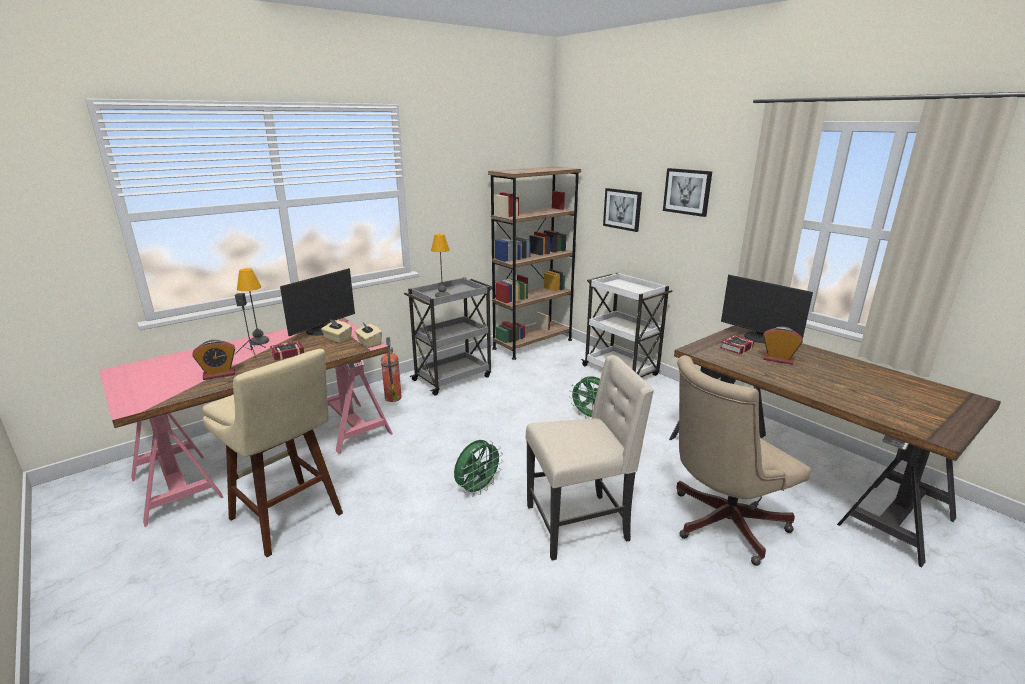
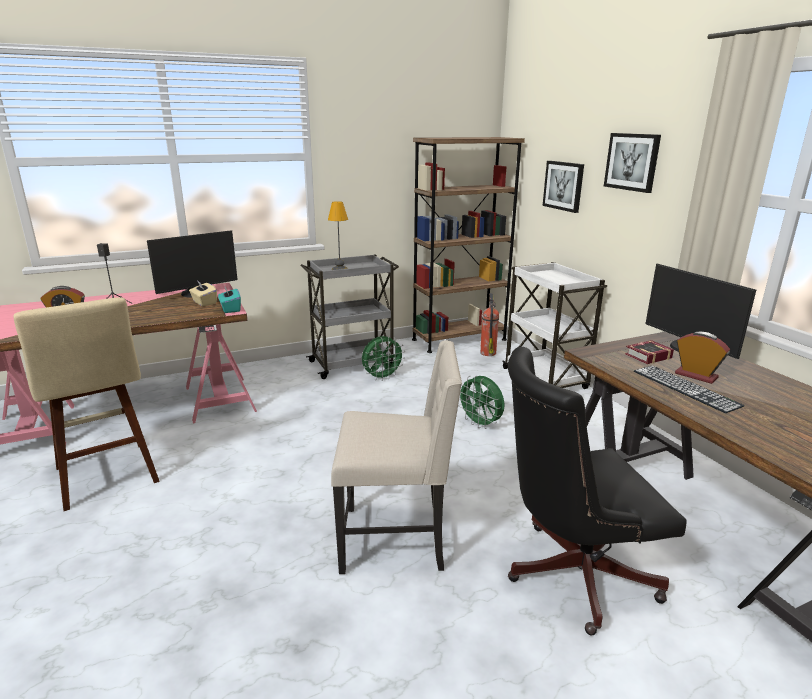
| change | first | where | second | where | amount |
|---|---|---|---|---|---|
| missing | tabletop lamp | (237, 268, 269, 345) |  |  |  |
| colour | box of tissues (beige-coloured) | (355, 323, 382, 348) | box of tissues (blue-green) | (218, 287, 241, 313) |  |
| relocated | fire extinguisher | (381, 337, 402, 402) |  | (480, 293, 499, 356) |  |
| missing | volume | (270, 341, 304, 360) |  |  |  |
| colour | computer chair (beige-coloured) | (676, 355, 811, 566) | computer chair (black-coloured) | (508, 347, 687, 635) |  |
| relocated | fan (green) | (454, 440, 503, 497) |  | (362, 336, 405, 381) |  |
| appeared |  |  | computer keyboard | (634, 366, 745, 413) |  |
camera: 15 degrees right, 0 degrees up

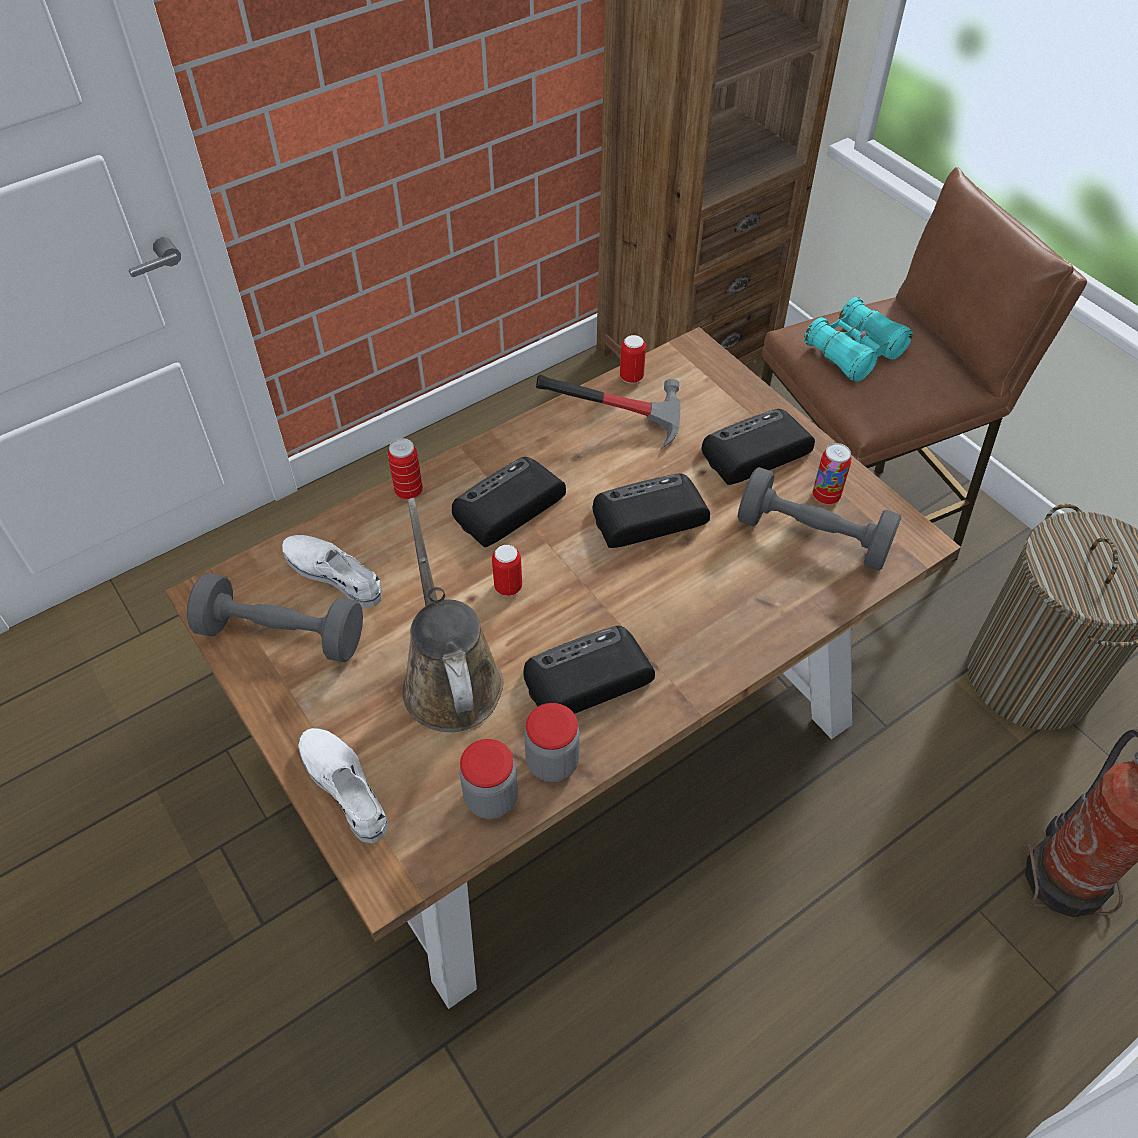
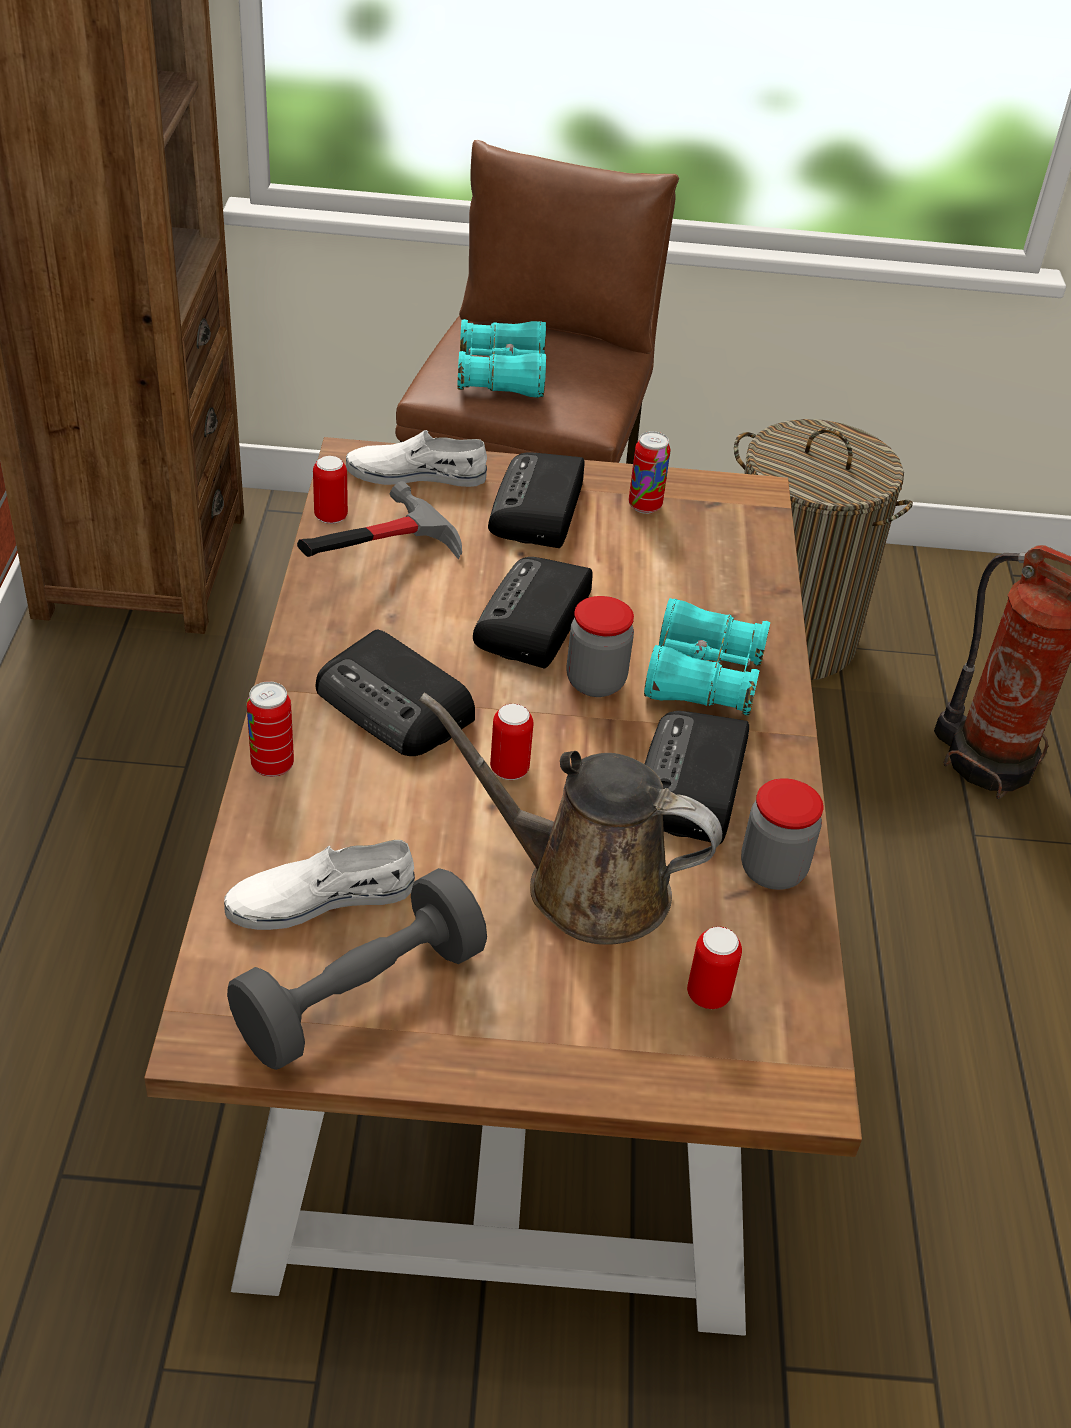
| change | first | where | second | where | amount |
|---|---|---|---|---|---|
| spun | radio receiver | (452, 457, 566, 547) |  | (316, 630, 475, 756) | 45 degrees counterclockwise |
| missing | dumbbell (greyish) | (738, 467, 902, 571) |  |  |  |
| relocated | shoe (white) | (298, 728, 388, 844) |  | (346, 430, 487, 487) |  |
| relocated | preserve jar | (459, 739, 518, 819) |  | (566, 596, 634, 697) |  |
| appeared |  |  | binoculars (blue-green) | (644, 598, 770, 715) |  |
| appeared |  |  | can | (687, 927, 742, 1009) |  |
camera: 55 degrees left, 10 degrees down

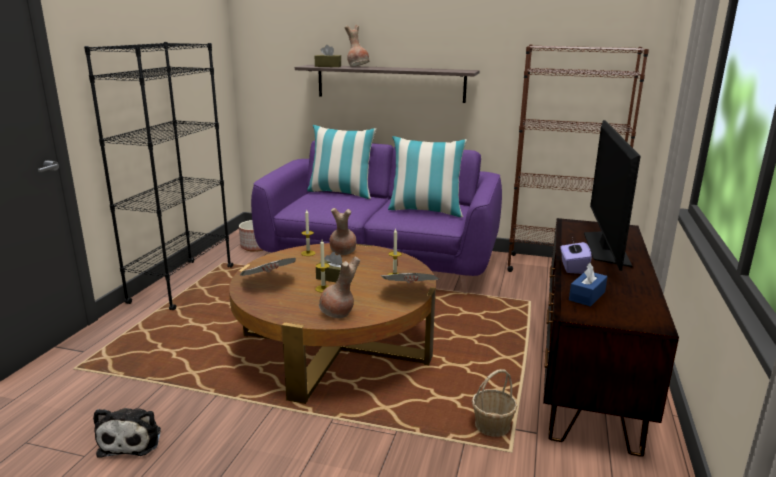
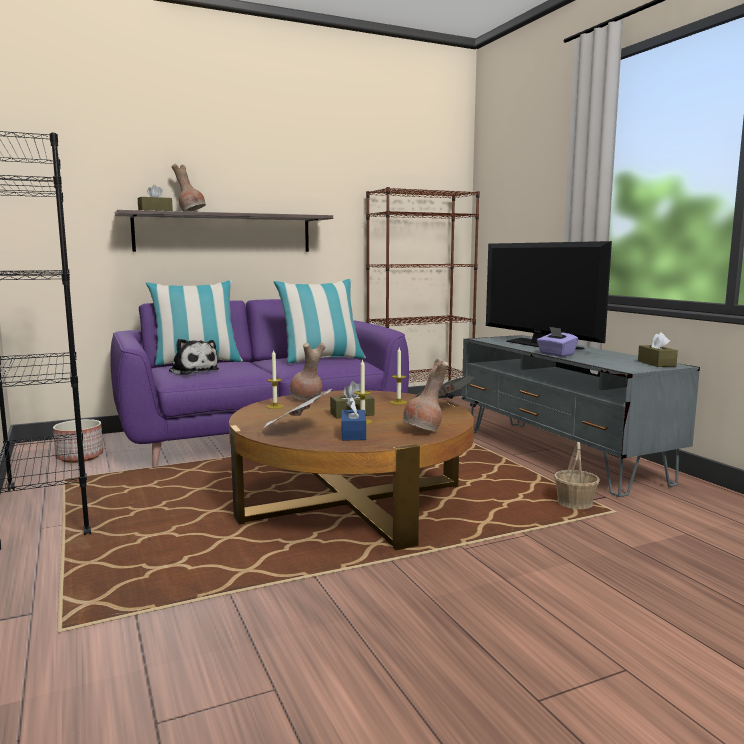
| change | first | where | second | where | amount |
|---|---|---|---|---|---|
| colour | tv stand (brown) | (543, 218, 679, 457) | tv stand (greyish) | (462, 335, 700, 497) |  |
| relocated | box of tissues (bluish) | (569, 263, 608, 307) |  | (342, 396, 366, 440) |  |
| relocated | cuddly toy | (93, 408, 161, 457) |  | (169, 339, 219, 375) |  |
| appeared |  |  | box of tissues (brown) | (638, 332, 678, 367) |  |
camera: 40 degrees left, 10 degrees down

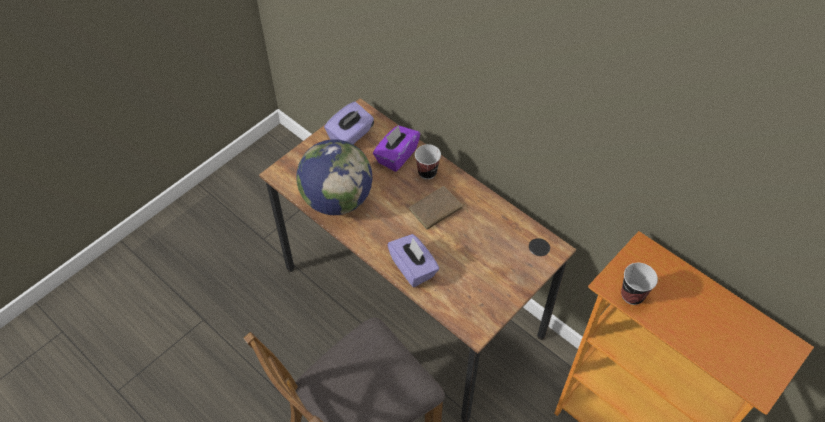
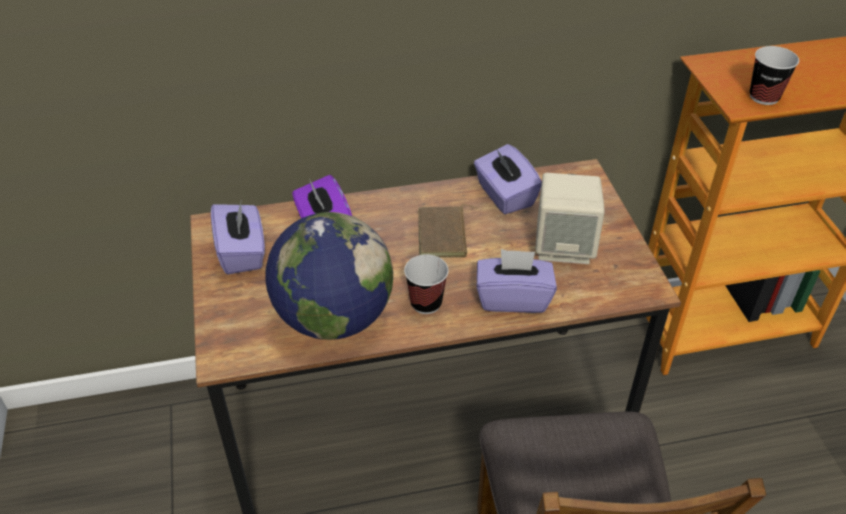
| change | first | where | second | where | amount |
|---|---|---|---|---|---|
| relocated | cup | (415, 144, 441, 179) |  | (404, 255, 449, 314) |  |
| appeared |  |  | box of tissues (purple) | (474, 144, 542, 214) |  |
| appeared |  |  | loudspeaker (beige-coloured) | (536, 173, 605, 264) |  |
camera: 55 degrees left, 10 degrees down

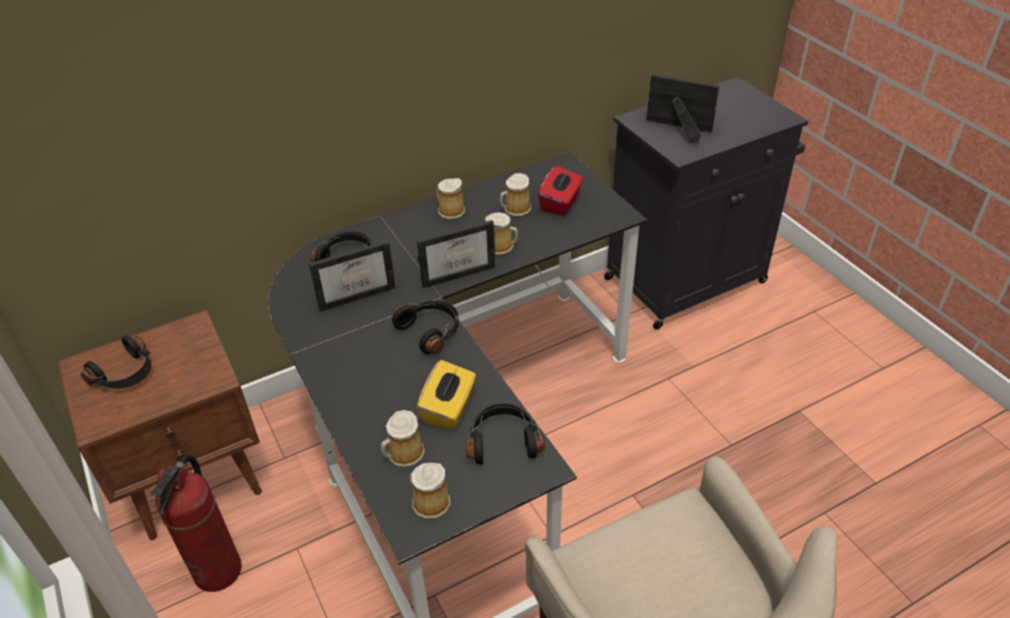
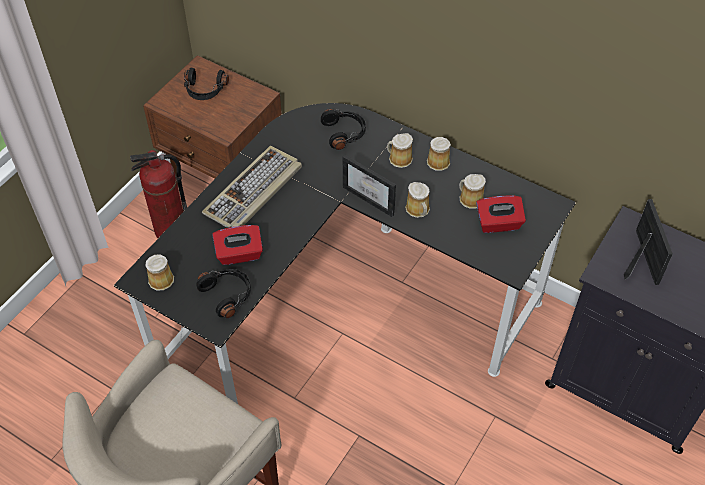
| change | first | where | second | where | amount |
|---|---|---|---|---|---|
| missing | picture frame | (309, 240, 396, 312) |  |  |  |
| missing | pair of headphones (black-coloured) | (392, 301, 459, 354) |  |  |  |
| colour | box of tissues (yellow) | (417, 360, 476, 430) | box of tissues (red) | (213, 225, 263, 265) |  |
| relocated | mug | (381, 410, 425, 467) |  | (387, 133, 413, 168) |  |
| appeared |  |  | computer keyboard | (202, 146, 302, 228) |  |
camera: 60 degrees right, 10 degrees up

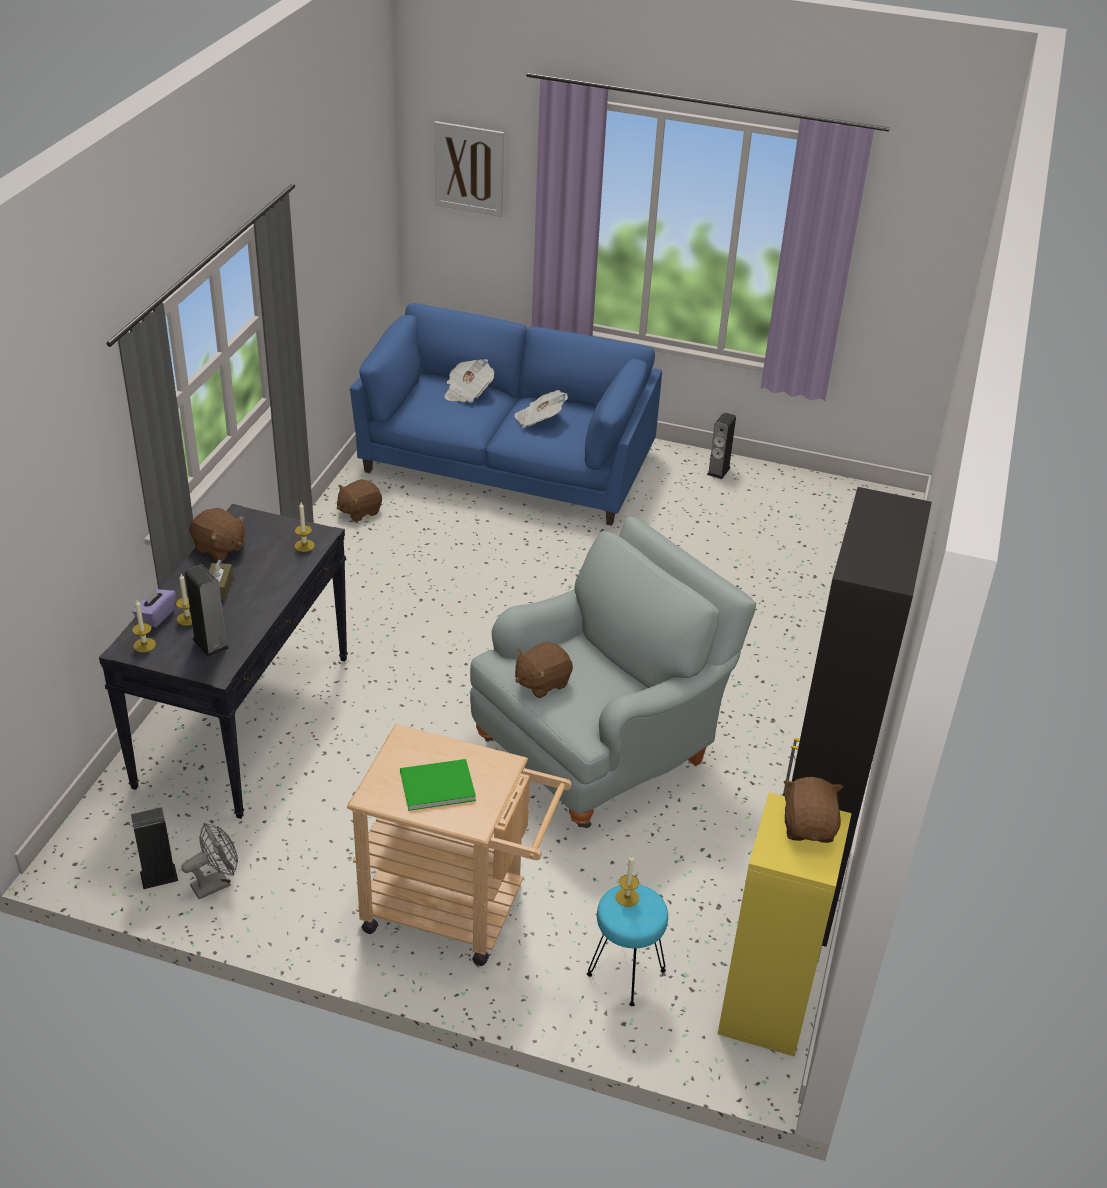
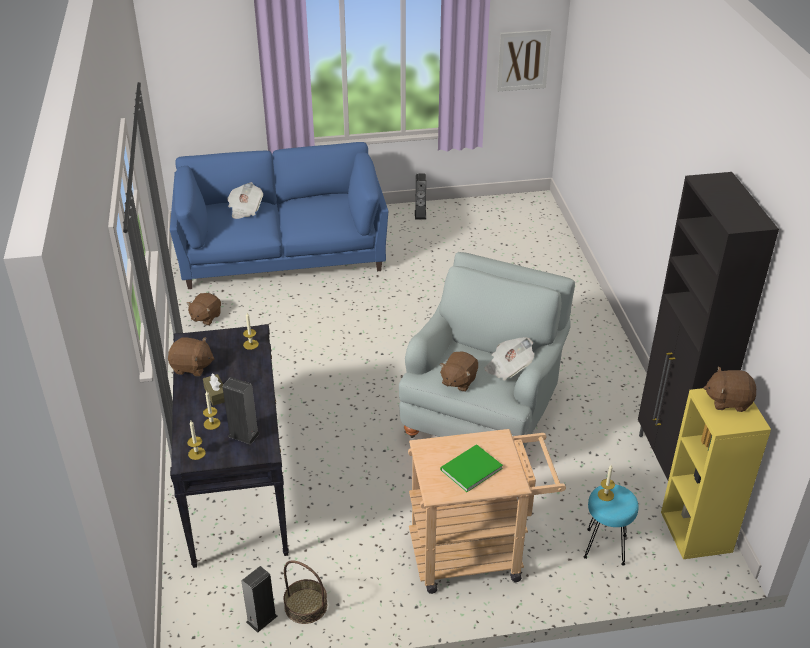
| change | first | where | second | where | amount |
|---|---|---|---|---|---|
| relocated | picture | (434, 121, 504, 217) |  | (497, 30, 551, 92) |  |
| relocated | newspaper | (514, 390, 568, 427) |  | (485, 337, 534, 380) |  |
| missing | box of tissues (purple) | (132, 585, 176, 628) |  |  |  |
| spun | cuddly toy (brown) | (784, 777, 843, 843) |  | (704, 366, 756, 412) | 60 degrees counterclockwise |
| exchanged | fan (greyish) | (181, 823, 238, 899) | basket | (284, 560, 327, 624) |  |
camera: 25 degrees left, 0 degrees up

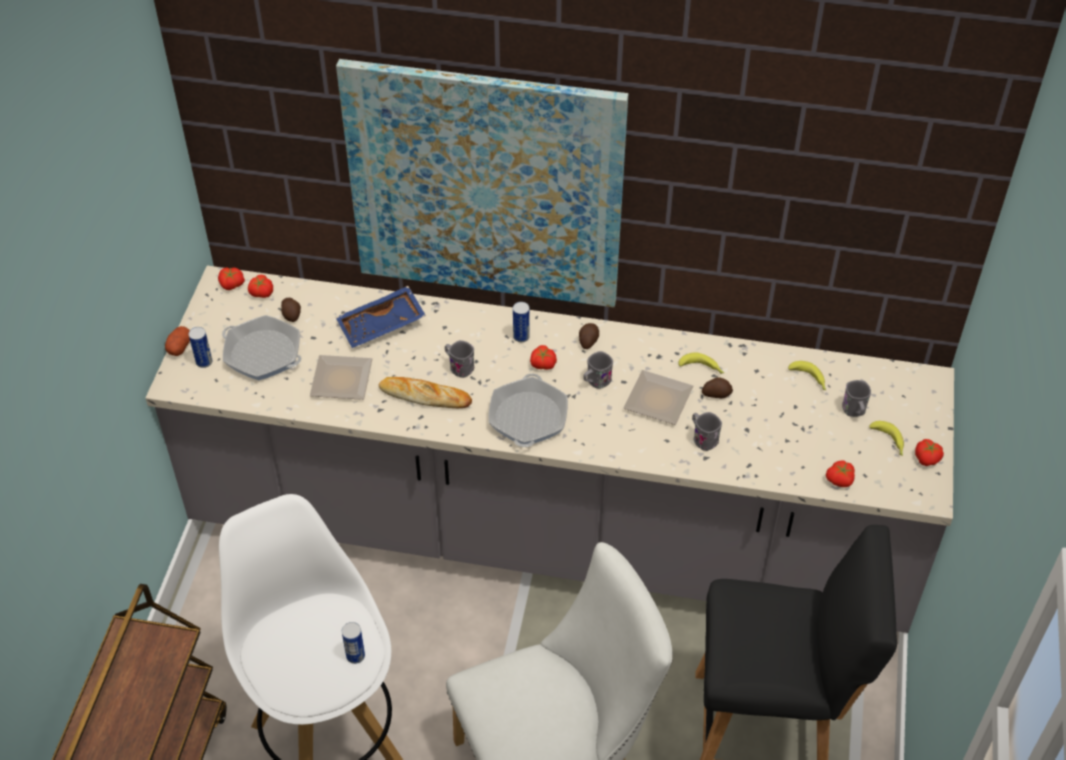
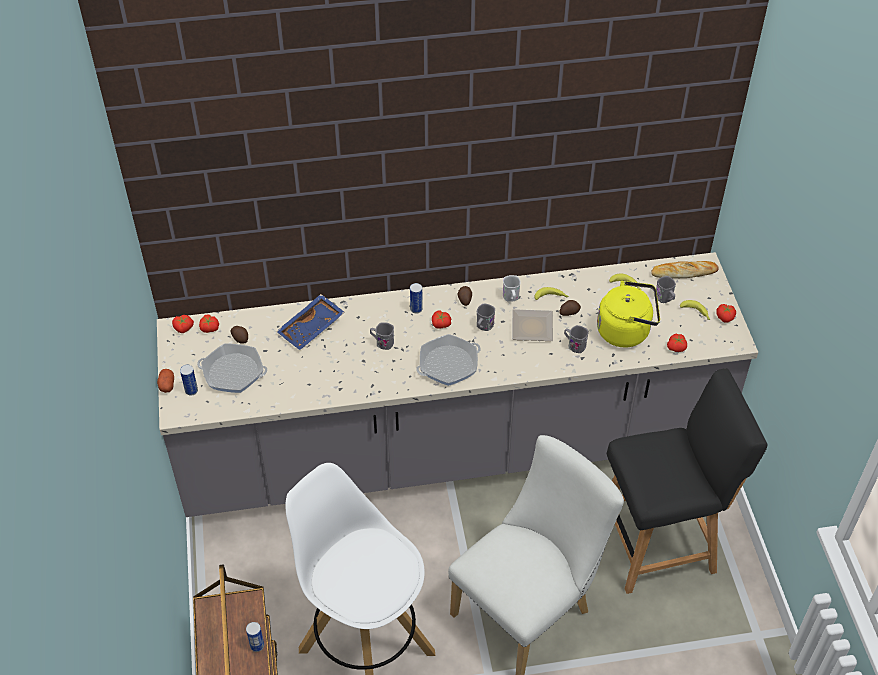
| change | first | where | second | where | amount |
|---|---|---|---|---|---|
| missing | picture | (336, 59, 628, 307) |  |  |  |
| missing | flat dish | (310, 355, 372, 400) |  |  |  |
| spun | pan | (489, 373, 568, 447) |  | (416, 334, 481, 386) | 75 degrees clockwise |
| relocated | baked bread | (379, 377, 472, 408) |  | (651, 261, 718, 278) |  |
| relocated | can | (342, 622, 365, 664) |  | (246, 622, 264, 652) |  |
| appeared |  |  | mug (white) | (503, 275, 521, 302) |  |
| appeared |  |  | water kettle (yellow) | (597, 281, 660, 347) |  |
camera: 20 degrees left, 0 degrees up

